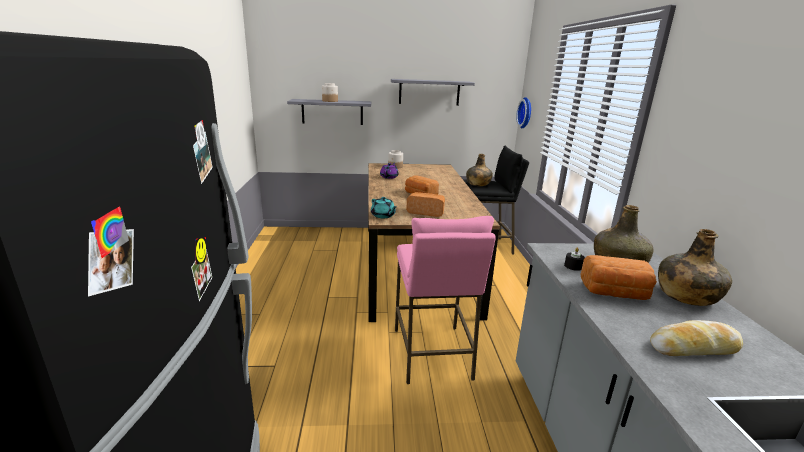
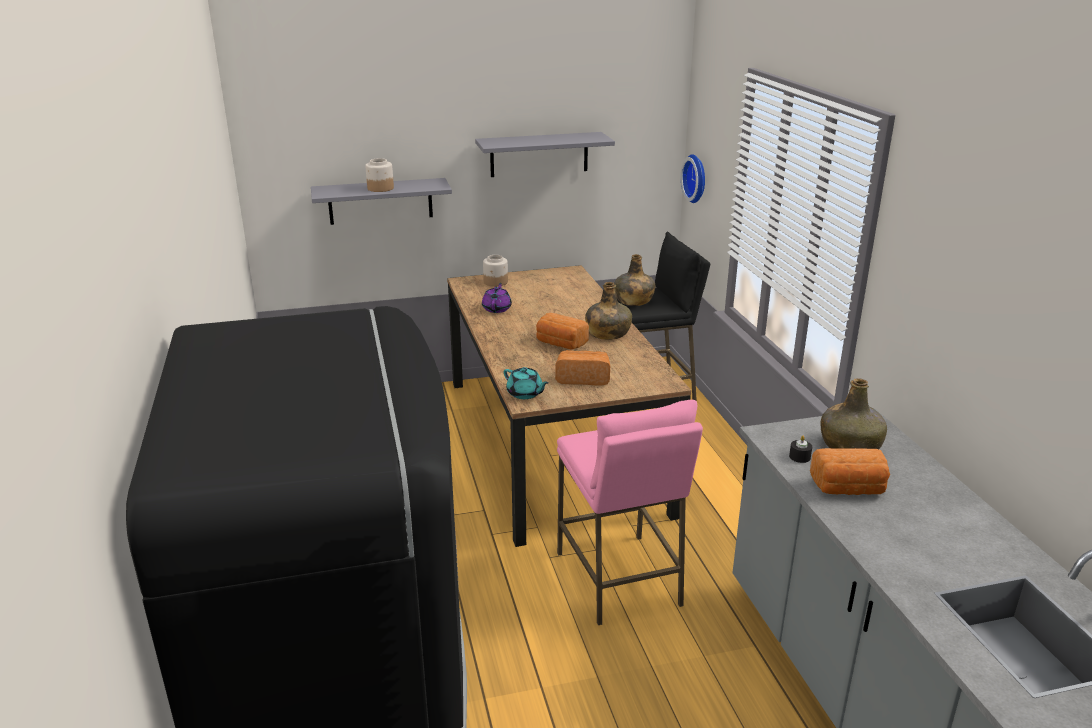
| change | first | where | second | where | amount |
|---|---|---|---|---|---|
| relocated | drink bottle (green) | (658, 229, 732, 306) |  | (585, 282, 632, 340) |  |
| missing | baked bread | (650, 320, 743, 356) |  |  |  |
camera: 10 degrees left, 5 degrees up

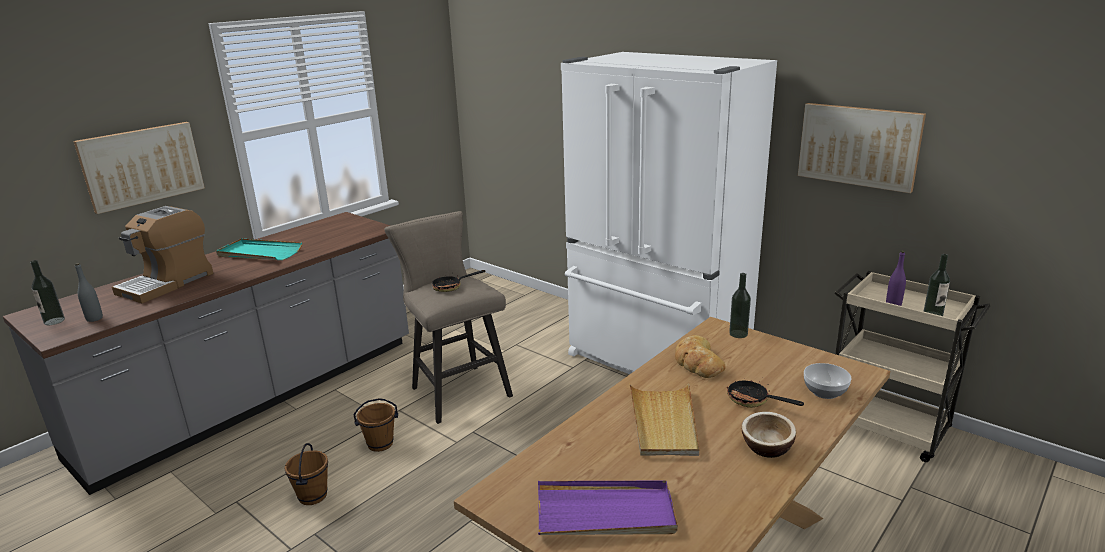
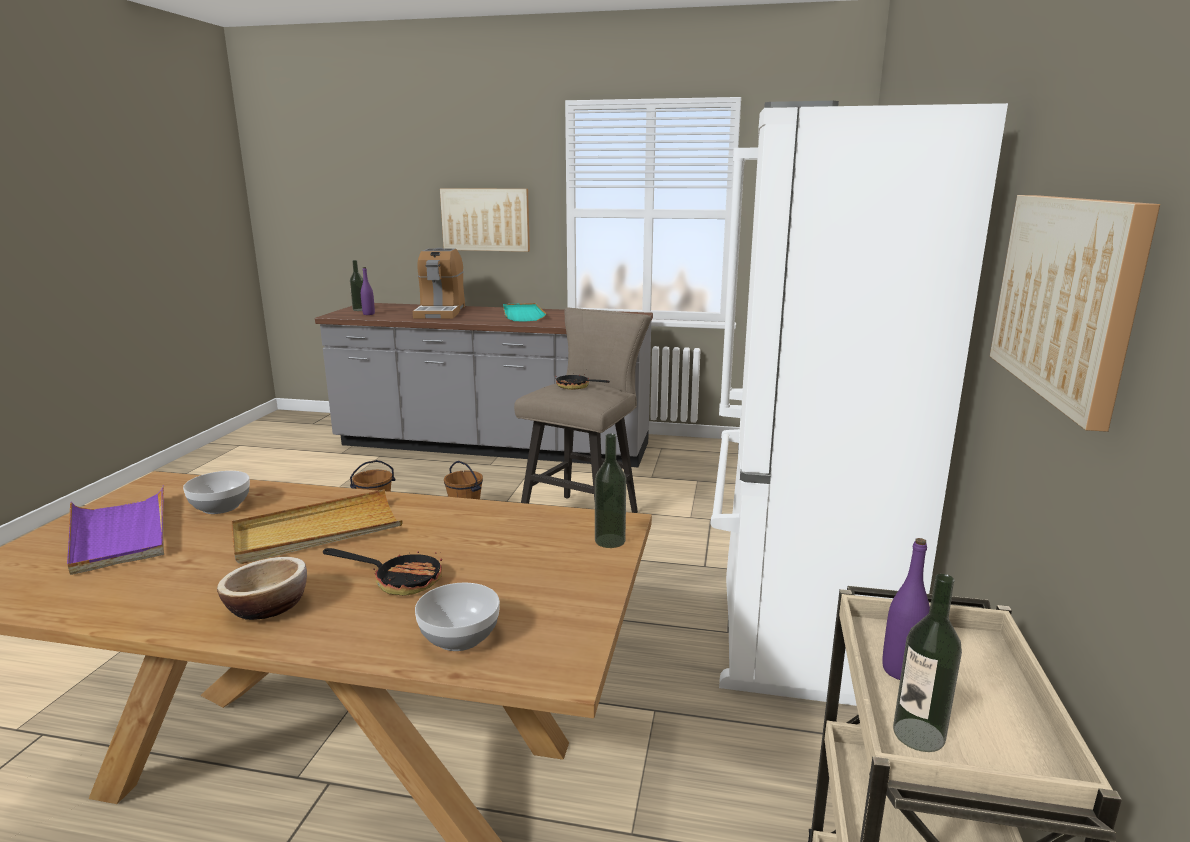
| change | first | where | second | where | amount |
|---|---|---|---|---|---|
| spun | coffee brewer | (112, 206, 213, 303) |  | (413, 248, 465, 319) | 90 degrees counterclockwise |
| colour | drink bottle (greyish) | (75, 263, 103, 322) | drink bottle (purple) | (361, 267, 375, 315) |  |
| missing | baked bread | (675, 335, 725, 378) |  |  |  |
| spun | pan | (727, 378, 804, 408) |  | (323, 548, 442, 596) | 90 degrees clockwise |
| appeared |  |  | serving bowl | (183, 471, 250, 514) |  |
camera: 60 degrees right, 5 degrees down

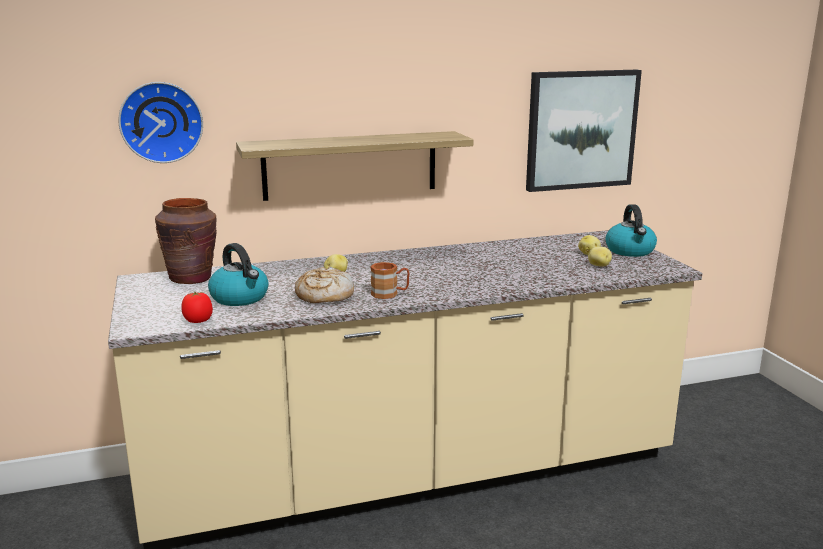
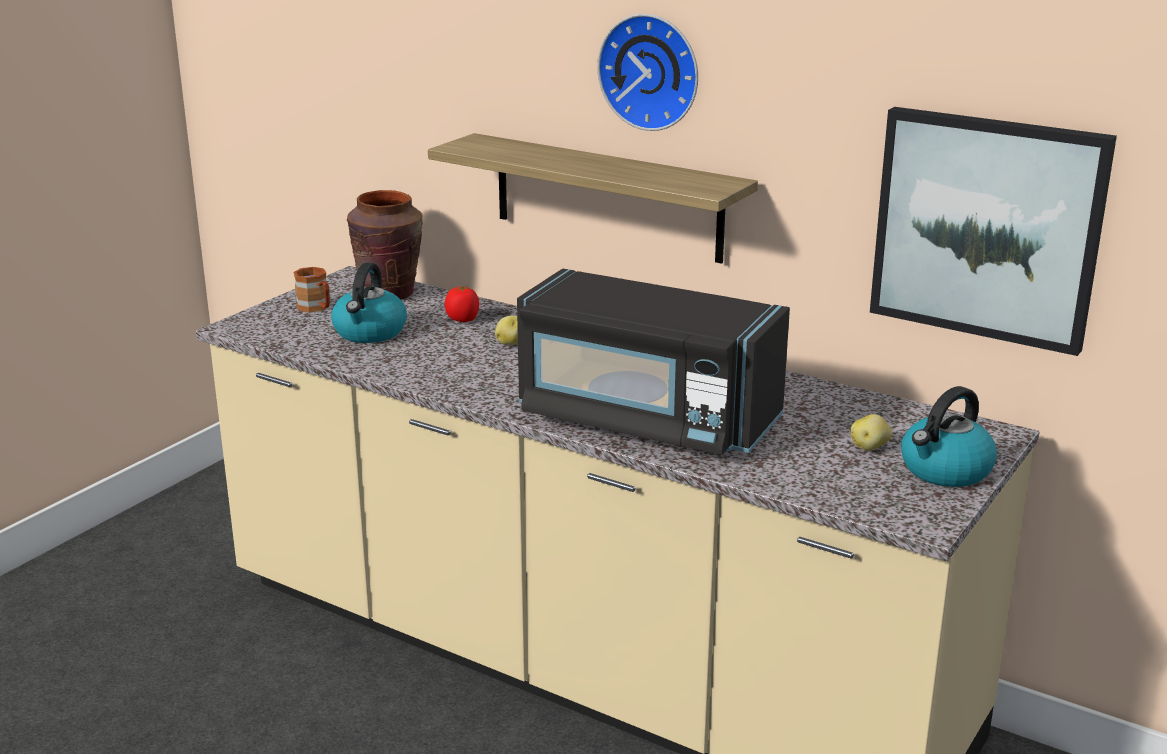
| change | first | where | second | where | amount |
|---|---|---|---|---|---|
| relocated | hanging clock | (118, 82, 203, 163) |  | (597, 14, 698, 131) |  |
| missing | spud | (588, 247, 612, 267) |  |  |  |
| relocated | mug (brown) | (370, 262, 410, 299) |  | (294, 267, 330, 313) |  |
| missing | baked bread | (295, 267, 354, 303) |  |  |  |
| relocated | tomato | (181, 291, 213, 323) |  | (445, 286, 479, 322) |  |
| appeared |  |  | microwave (black-coloured) | (517, 269, 790, 455) |  |
camera: 50 degrees right, 5 degrees up

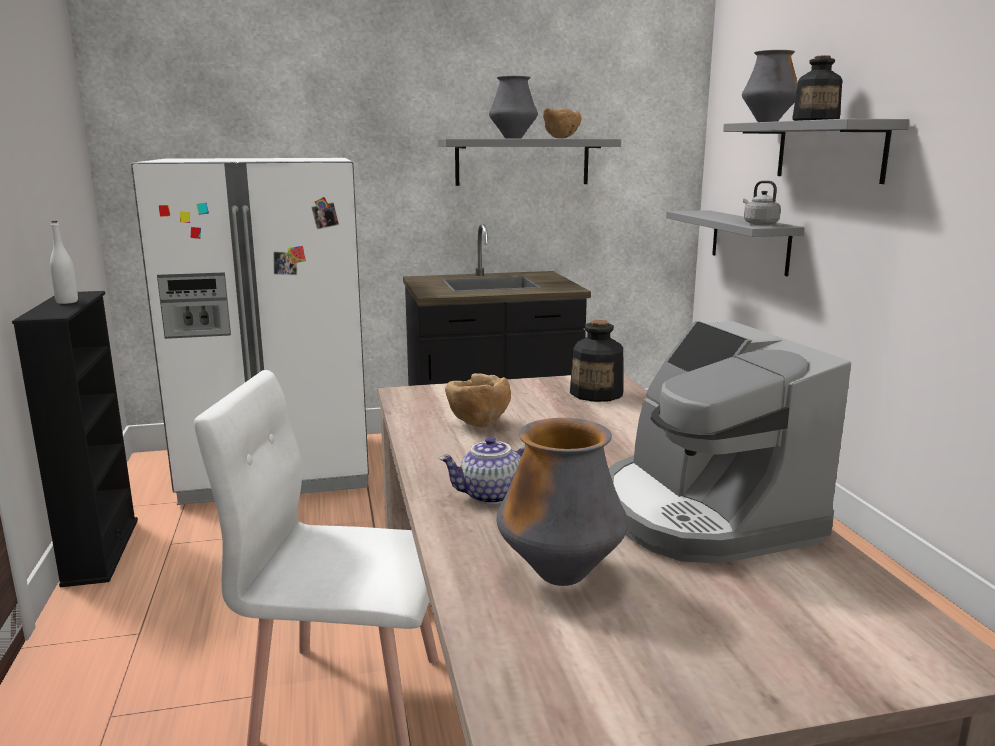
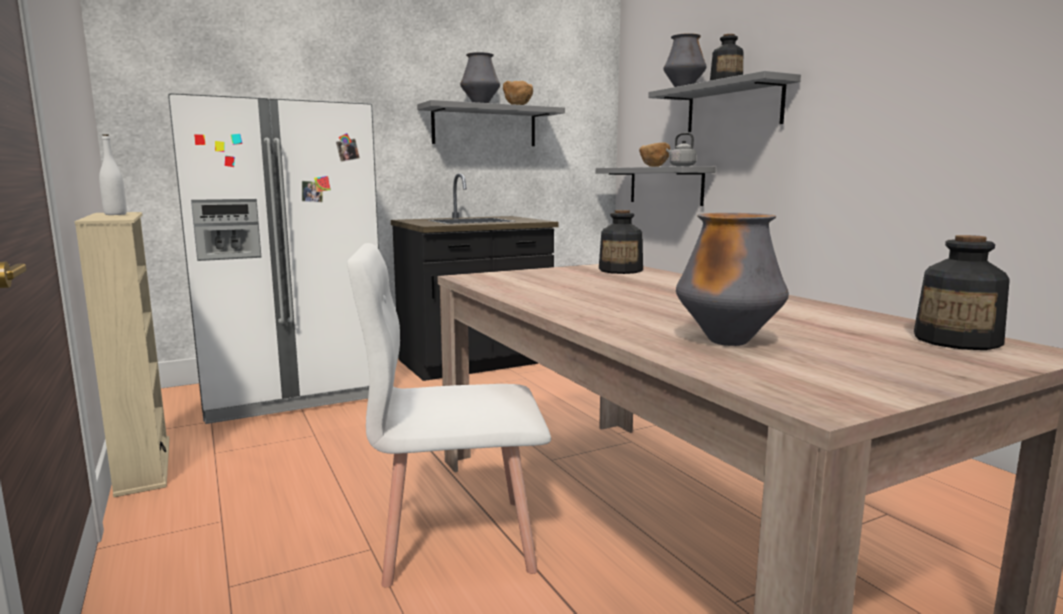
| change | first | where | second | where | amount |
|---|---|---|---|---|---|
| colour | bookshelf (black-coloured) | (12, 291, 138, 587) | bookshelf (beige-coloured) | (75, 212, 170, 497) |  |
| missing | coffee brewer | (609, 321, 851, 564) |  |  |  |
| relocated | serving bowl (brown) | (445, 373, 511, 427) |  | (639, 142, 670, 167) |  |
| missing | teapot | (439, 437, 526, 504) |  |  |  |
| appeared |  |  | drink bottle | (914, 235, 1010, 350) |  |
camera: 15 degrees left, 5 degrees down

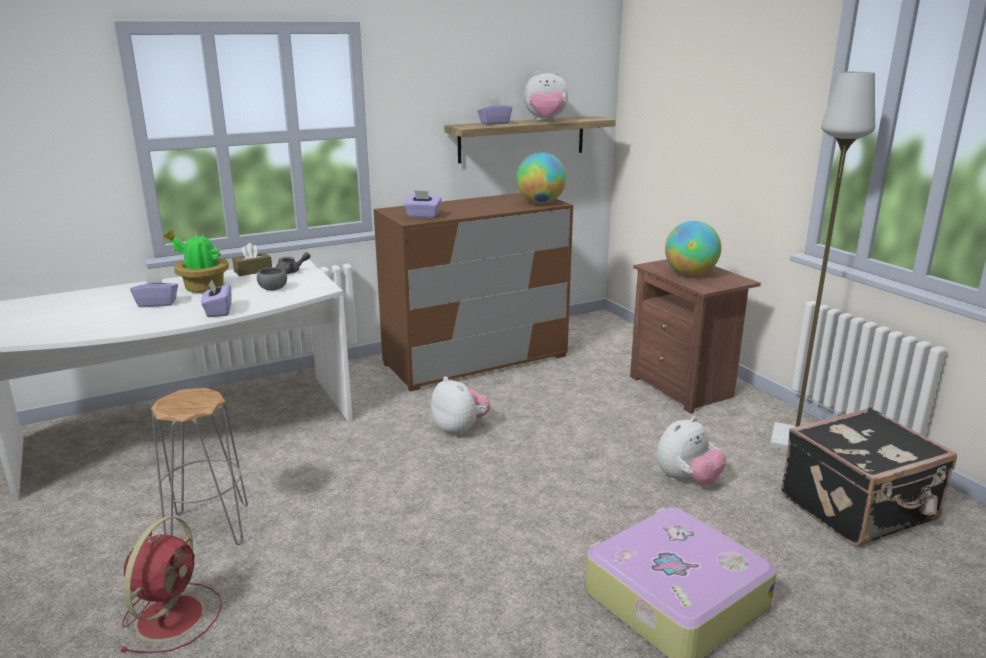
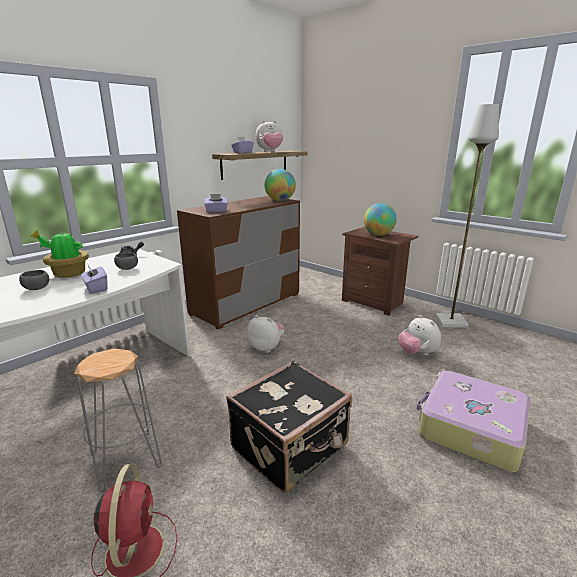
| change | first | where | second | where | amount |
|---|---|---|---|---|---|
| missing | box of tissues (brown) | (232, 243, 272, 276) |  |  |  |
| exchanged | box of tissues (purple) | (130, 273, 178, 307) | serving bowl (greyish) | (19, 270, 49, 290) |  |
| relocated | suitcase (black-coloured) | (781, 407, 957, 546) |  | (226, 361, 352, 493) |  |
| spun | cuddly toy | (656, 416, 726, 485) |  | (399, 315, 441, 356) | 120 degrees clockwise |
camera: 20 degrees left, 0 degrees up

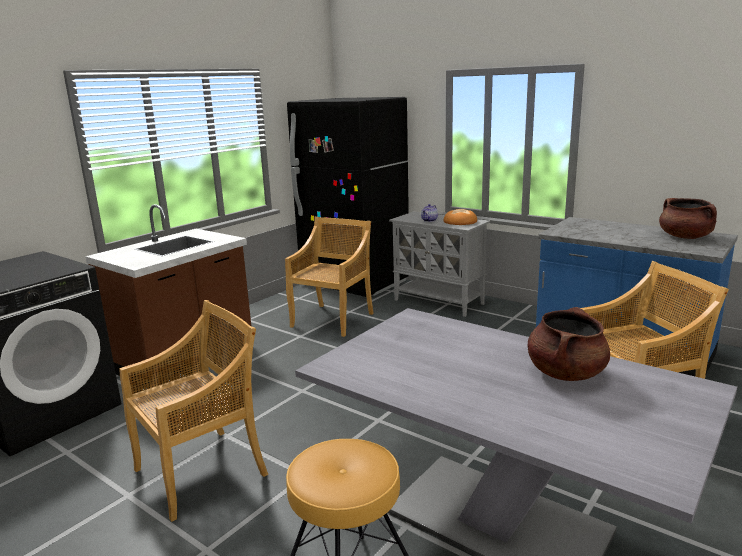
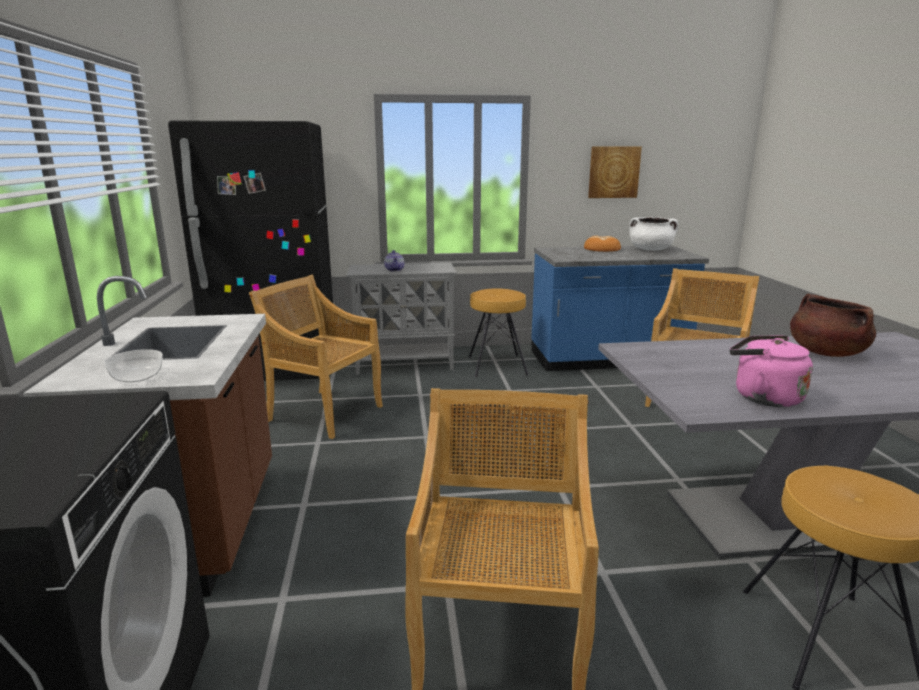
| change | first | where | second | where | amount |
|---|---|---|---|---|---|
| colour | cooking pot (brown) | (659, 198, 717, 239) | cooking pot (white) | (629, 217, 679, 251) |  |
| relocated | baked bread | (444, 209, 477, 225) |  | (584, 236, 621, 252) |  |
| spun | plain chair (beige-coloured) | (285, 217, 374, 337) |  | (249, 275, 383, 439) | 45 degrees counterclockwise |
| appeared |  |  | picture | (588, 146, 642, 198) |  |
| appeared |  |  | stool (brown) | (469, 288, 528, 377) |  |
| appeared |  |  | water kettle (pinkish) | (730, 336, 813, 407) |  |
| appeared |  |  | serving bowl | (104, 349, 163, 382) |  |
camera: 45 degrees left, 0 degrees up

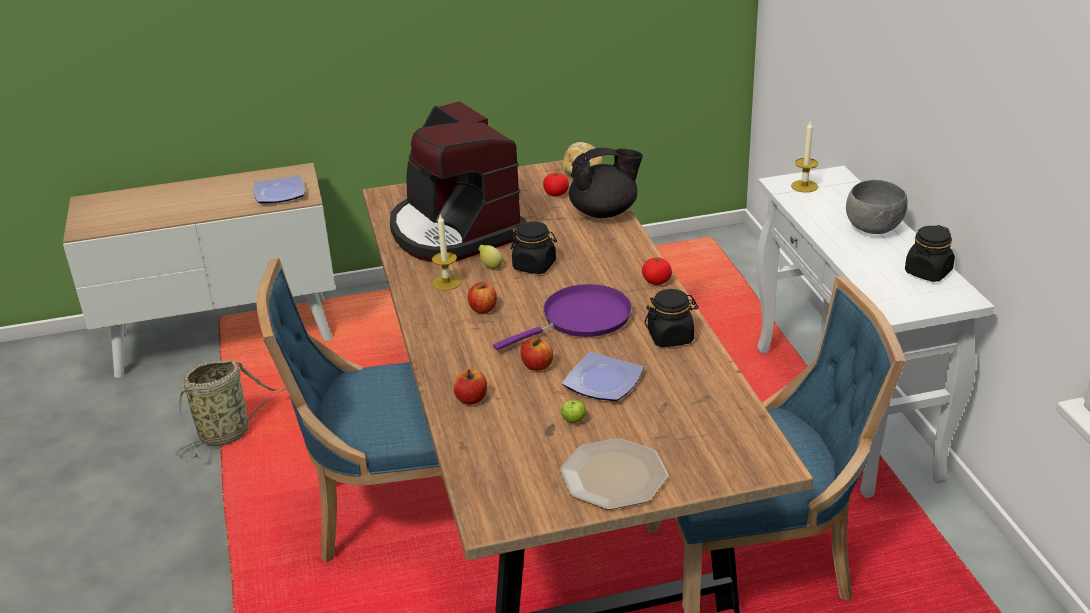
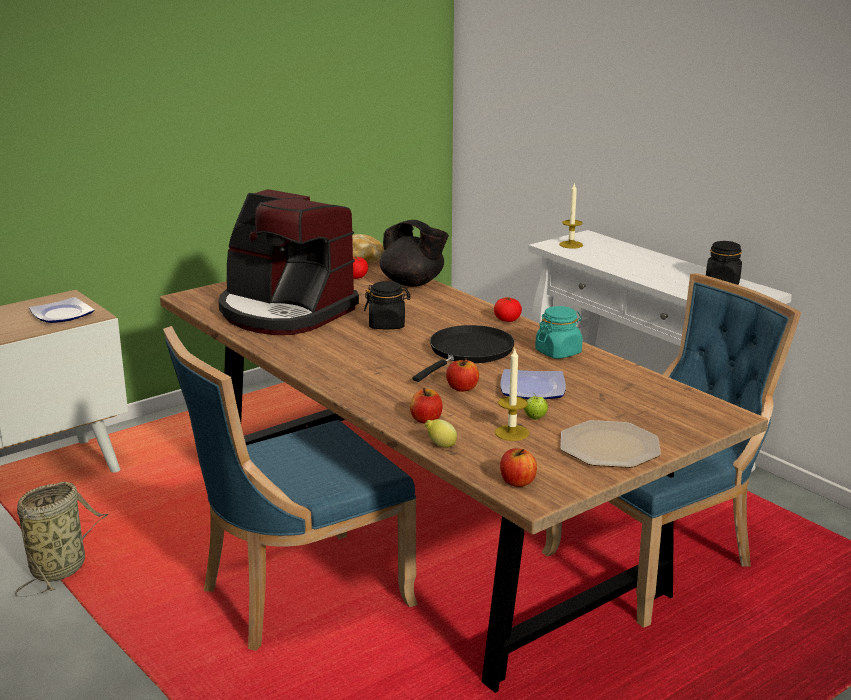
| change | first | where | second | where | amount |
|---|---|---|---|---|---|
| spun | teapot (black-coloured) | (569, 148, 643, 218) |  | (380, 220, 449, 287) | 75 degrees clockwise |
| missing | serving bowl (greyish) | (846, 180, 908, 234) |  |  |  |
| relocated | wax light | (432, 215, 461, 290) |  | (495, 349, 529, 441) |  |
| relocated | lemon | (479, 245, 503, 269) |  | (425, 419, 457, 448) |  |
| relocated | apple fruit | (468, 282, 497, 313) |  | (500, 448, 537, 487) |  |
| colour | pan (purple) | (493, 284, 632, 351) | pan (black-coloured) | (412, 325, 515, 382) |  |
| colour | preserve jar (black-coloured) | (645, 289, 699, 347) | preserve jar (blue-green) | (535, 306, 582, 359) |  |
camera: 25 degrees left, 10 degrees down

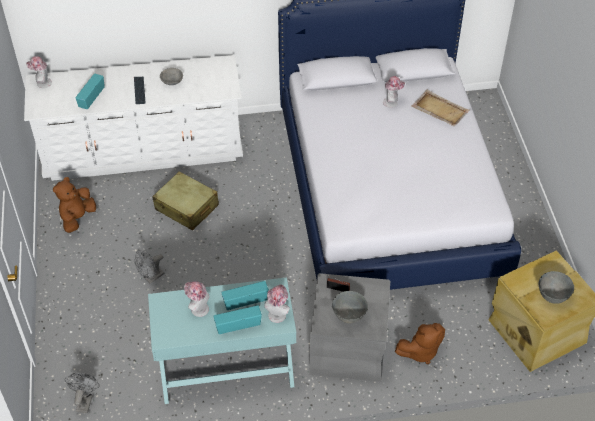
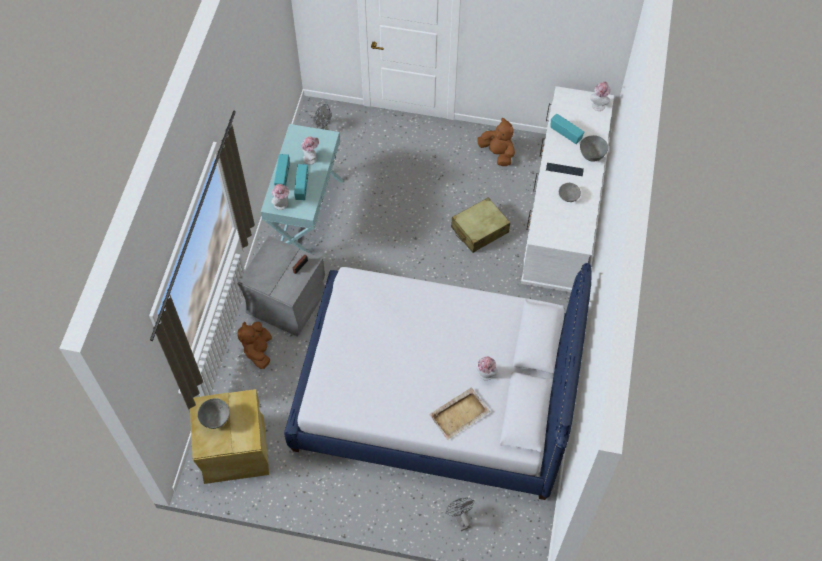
| change | first | where | second | where | amount |
|---|---|---|---|---|---|
| relocated | fan (greyish) | (134, 250, 164, 284) |  | (445, 497, 475, 531) |  |
| relocated | serving bowl (greyish) | (332, 291, 368, 324) |  | (580, 135, 608, 162) |  |
camera: 110 degrees right, 10 degrees up

